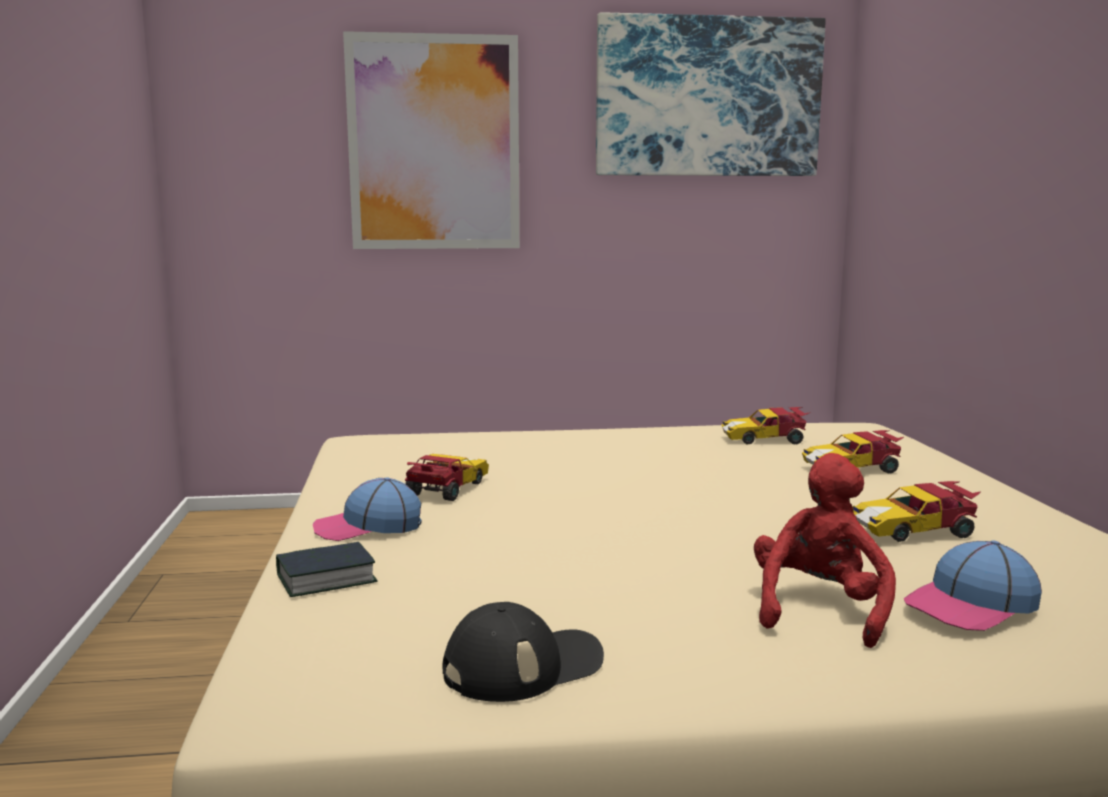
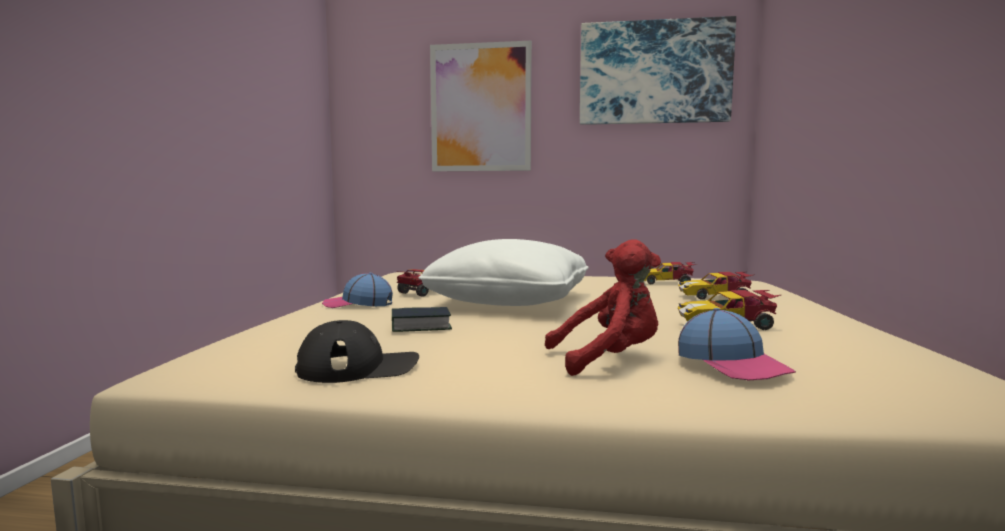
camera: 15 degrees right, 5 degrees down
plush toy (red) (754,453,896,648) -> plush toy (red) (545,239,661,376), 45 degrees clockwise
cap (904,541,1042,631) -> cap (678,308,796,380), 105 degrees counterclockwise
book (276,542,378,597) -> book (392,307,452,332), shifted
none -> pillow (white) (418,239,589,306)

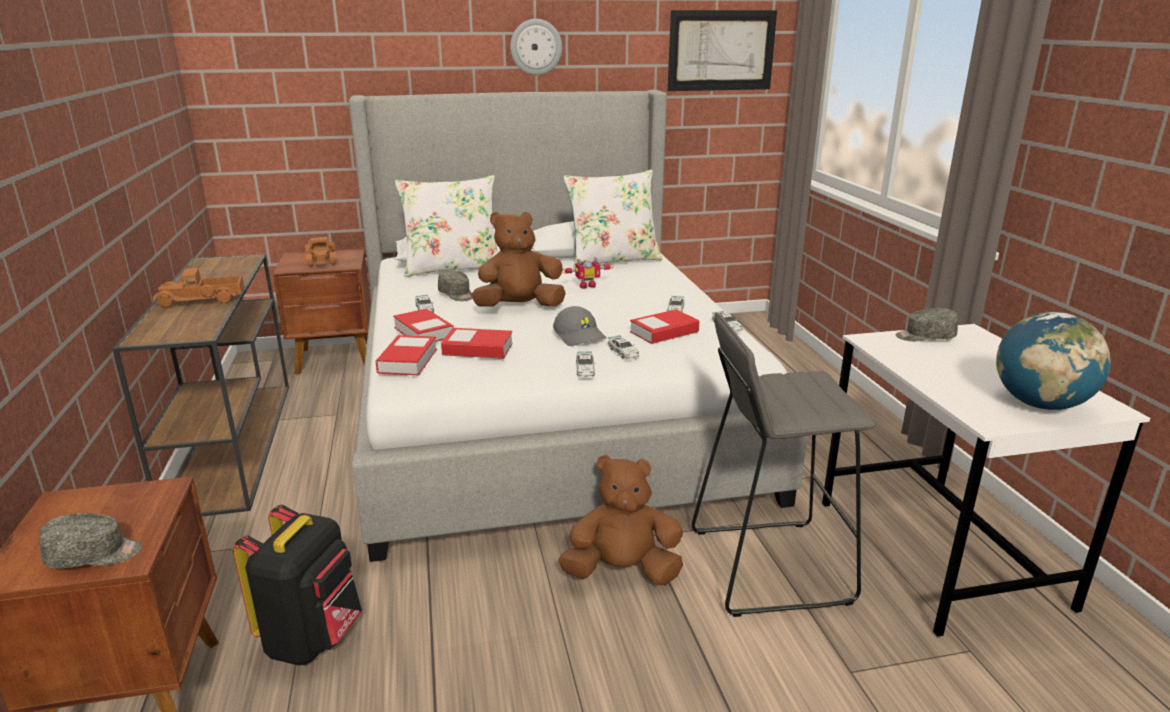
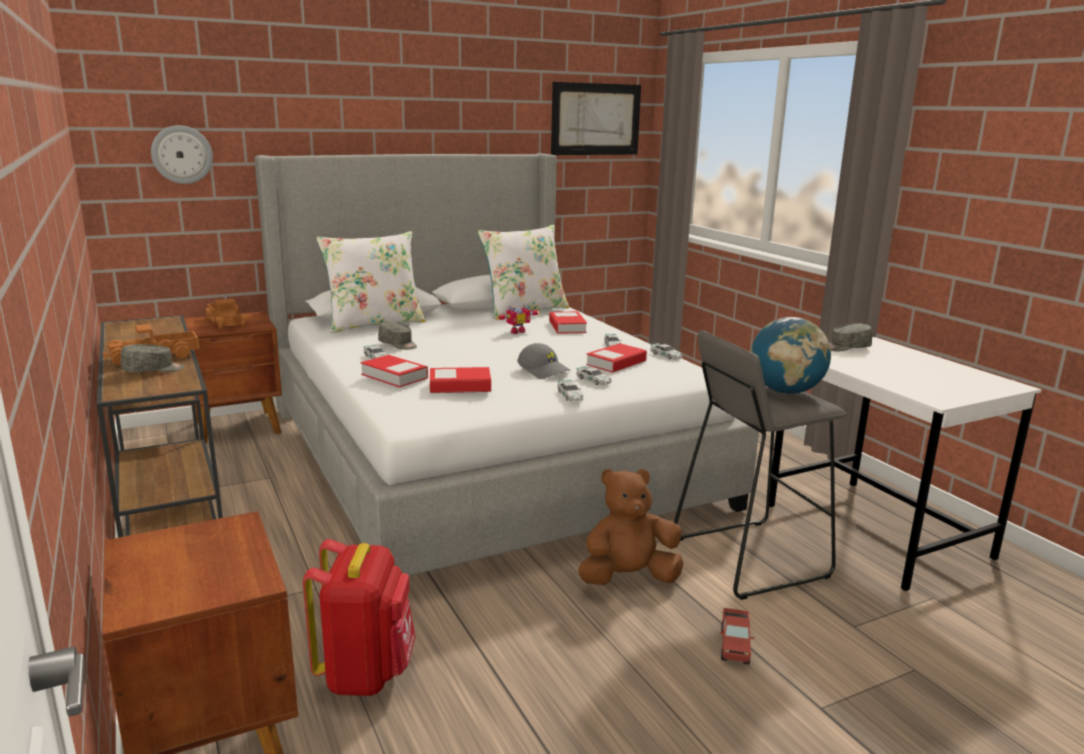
camera: 15 degrees left, 5 degrees down
wall clock (510,19,562,75) -> wall clock (151,125,213,184), shifted
plush toy (brown) (471,212,566,306) -> none
globe (996,312,1111,410) -> globe (751,317,831,394), shifted
book (375,335,437,375) -> book (549,311,587,334), shifted
backpack (black) (233,505,362,665) -> backpack (red) (303,539,416,696)
cap (grey) (39,513,142,569) -> cap (grey) (121,344,184,372), shifted
none -> toy truck (720,608,755,664)

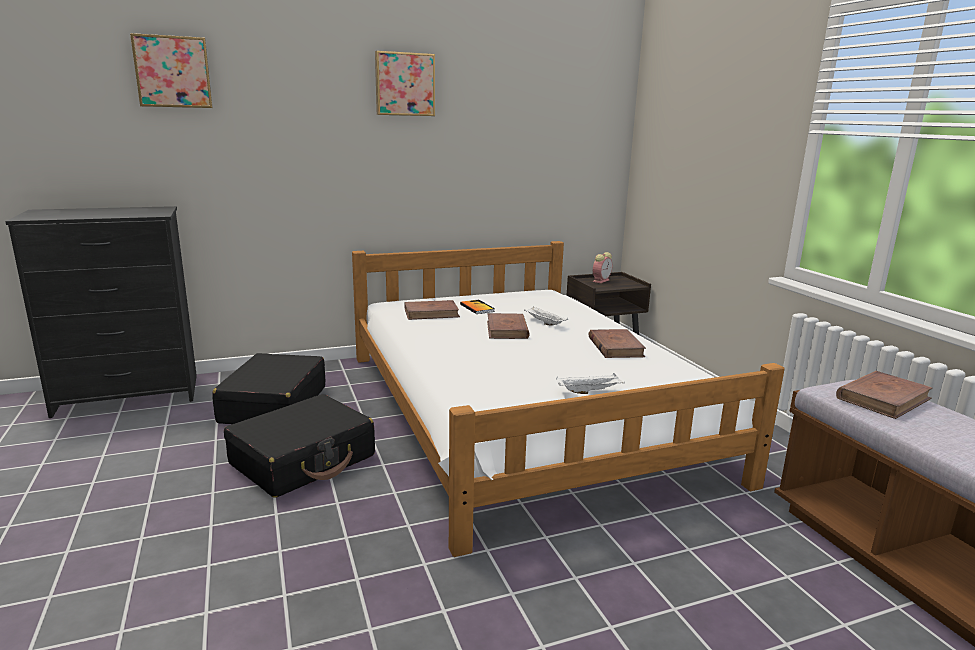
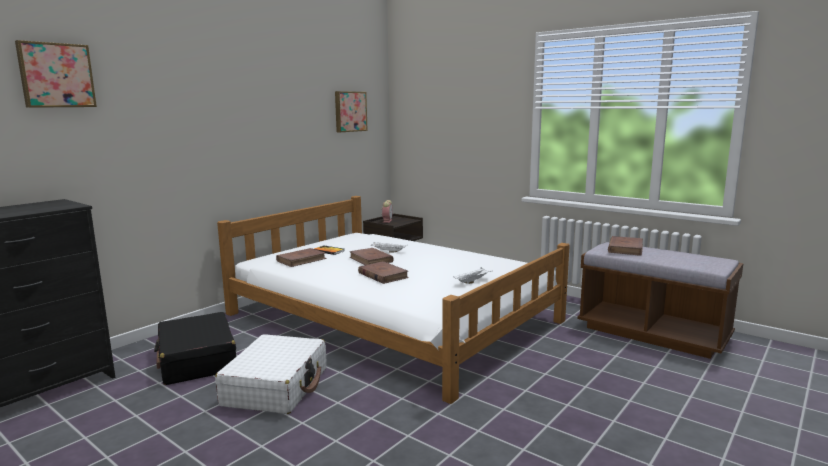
camera: 30 degrees left, 5 degrees down
picture (375,51,435,116) -> picture (335,91,368,132), shifted
book (brown) (589,329,646,358) -> book (brown) (358,261,409,284), shifted
suitcase (black) (224,394,375,498) -> suitcase (white) (215,334,326,414)

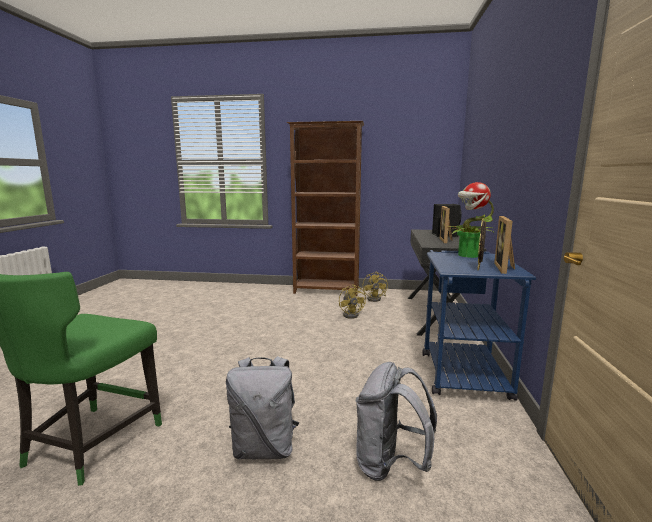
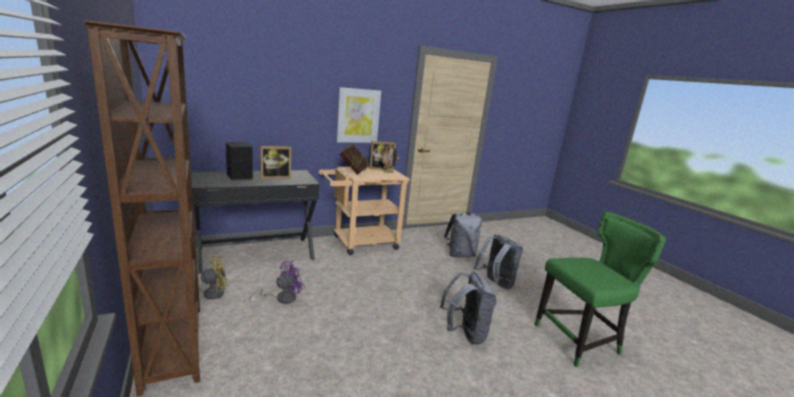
camera: 125 degrees left, 5 degrees up
potted plant (447,182,494,258) -> book (340,144,370,175)
cart (blue) (422,250,536,401) -> cart (beige) (319,166,410,255)
fan (yellow) (339,284,366,319) -> fan (purple) (250,261,305,304)
none -> picture (336,87,381,143)
none -> backpack (grey) (440,271,496,345)

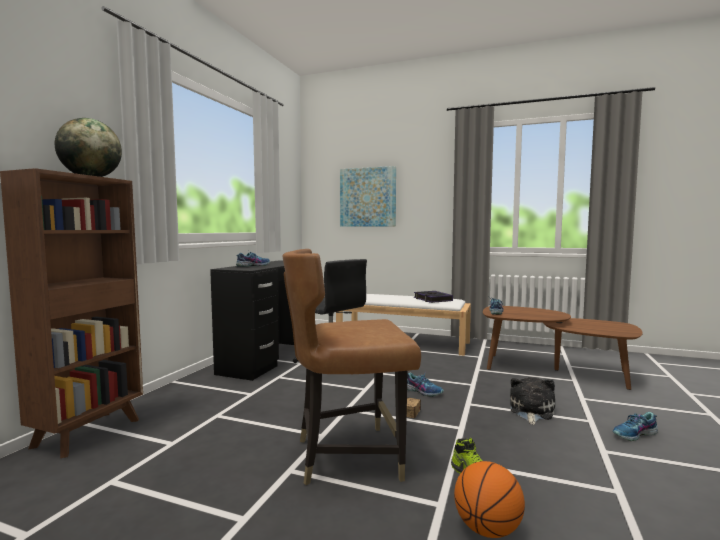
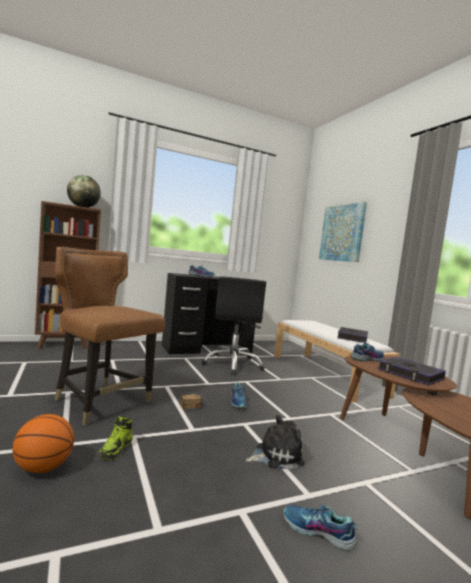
camera: 45 degrees right, 0 degrees up
none -> book (377,357,446,385)

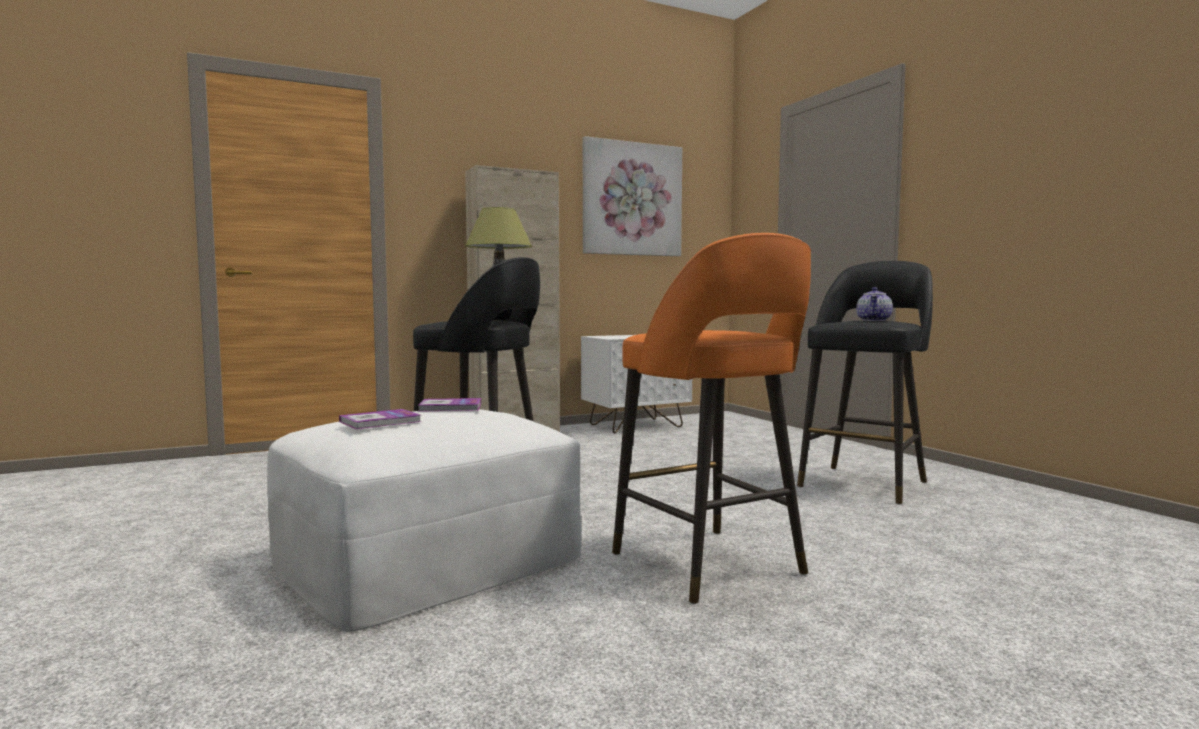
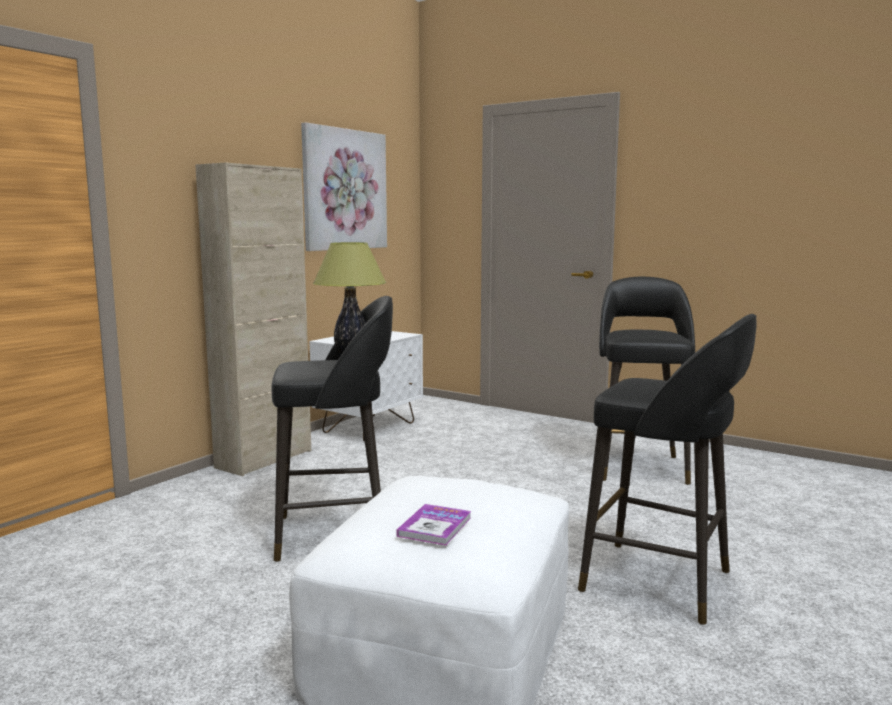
camera: 30 degrees left, 5 degrees up
stool (orange) (612,233,811,604) -> stool (black) (578,314,757,625)
teapot (856,287,893,321) -> none
book (418,398,481,412) -> none

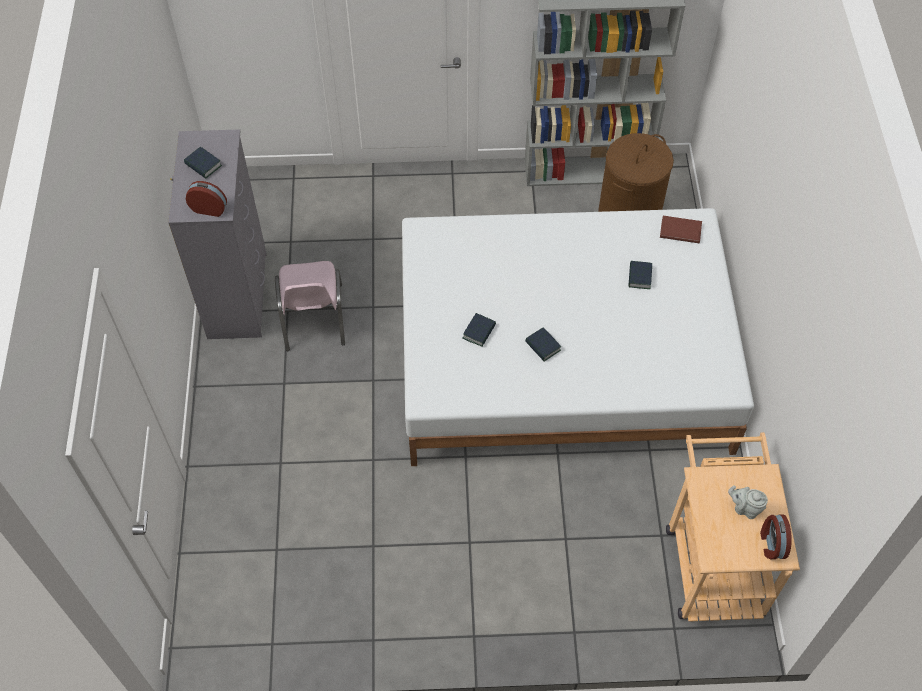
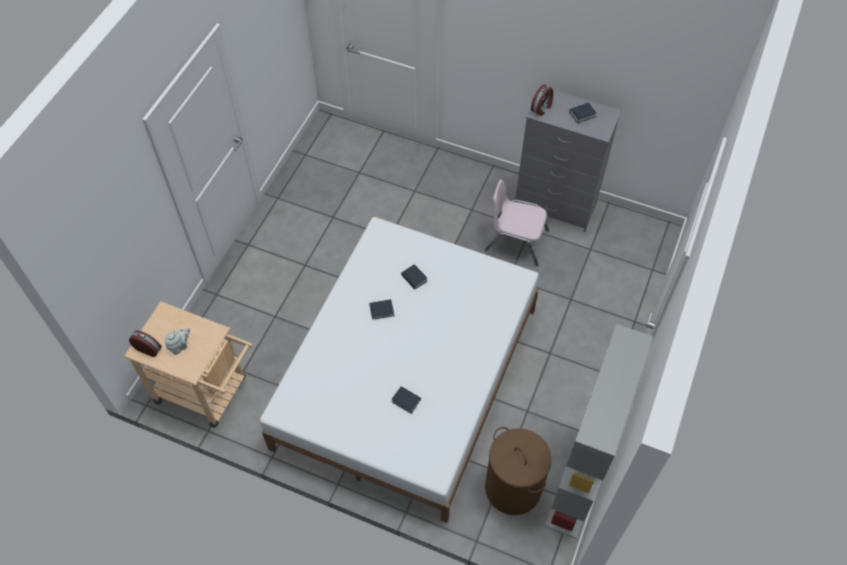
camera: 115 degrees right, 0 degrees up
book (brown) (660,216,702,243) -> none

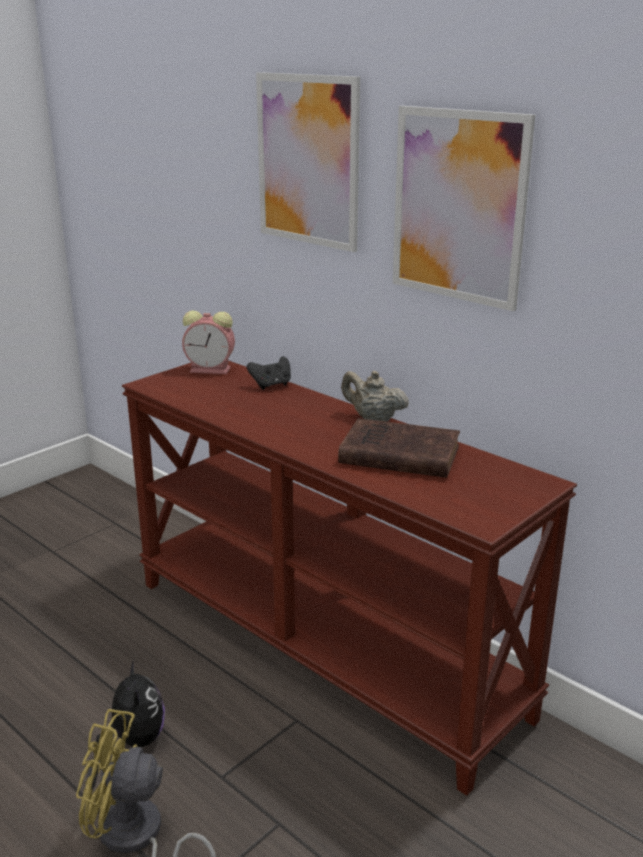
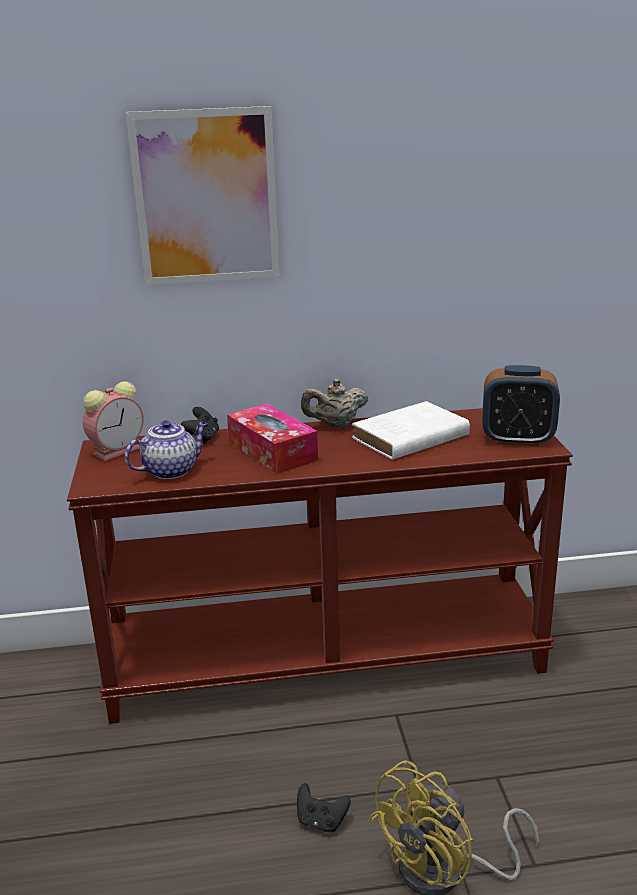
camera: 50 degrees left, 0 degrees up
picture (393,106,535,311) -> none
book (brown) (338,418,460,478) -> book (white) (352,401,470,460)
plush toy (96,660,165,747) -> game controller (black) (297,783,351,832)
none -> alarm clock (482,365,560,446)
none -> tissue box (227,404,318,474)
none -> teapot (125,420,208,479)

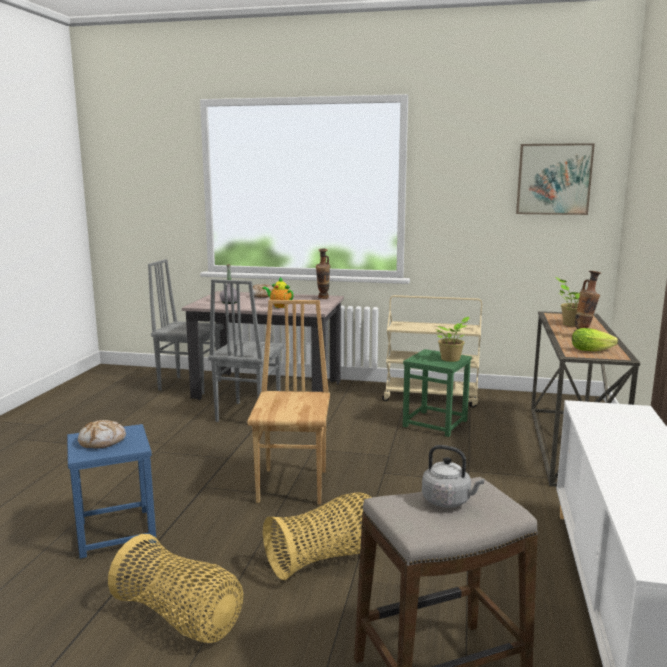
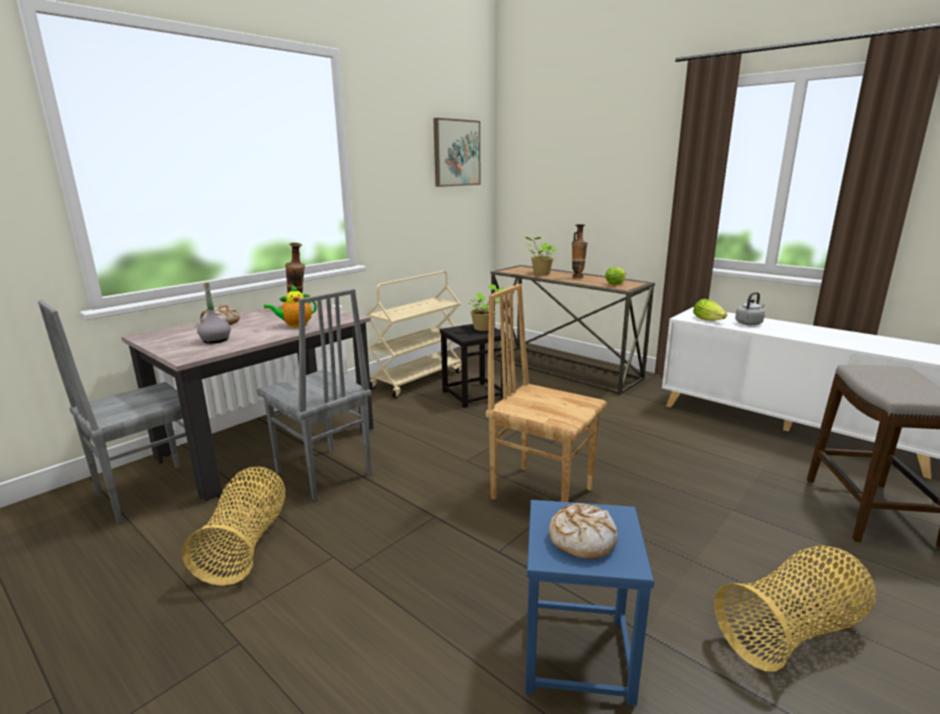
camera: 60 degrees left, 5 degrees up
stool (green) (403,349,472,437) -> stool (black) (440,324,507,408)
kettle (grey) (422,445,485,508) -> kettle (grey) (735,292,765,325), shifted
basket (263,492,372,580) -> basket (182,466,285,586), shifted
none -> lettuce (693,299,727,321)

